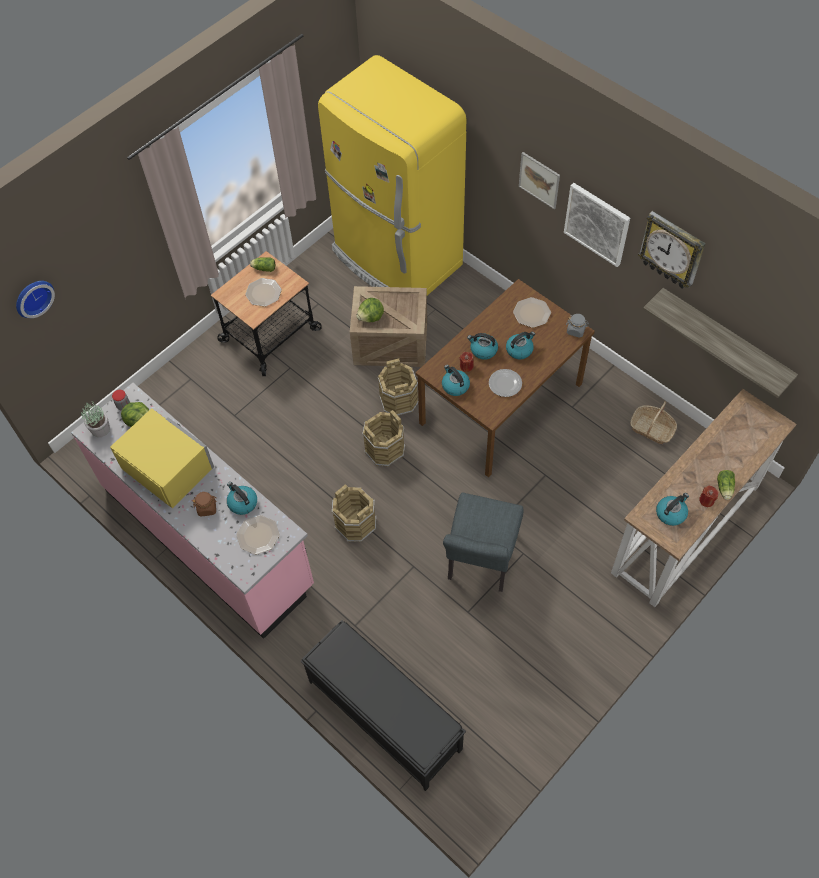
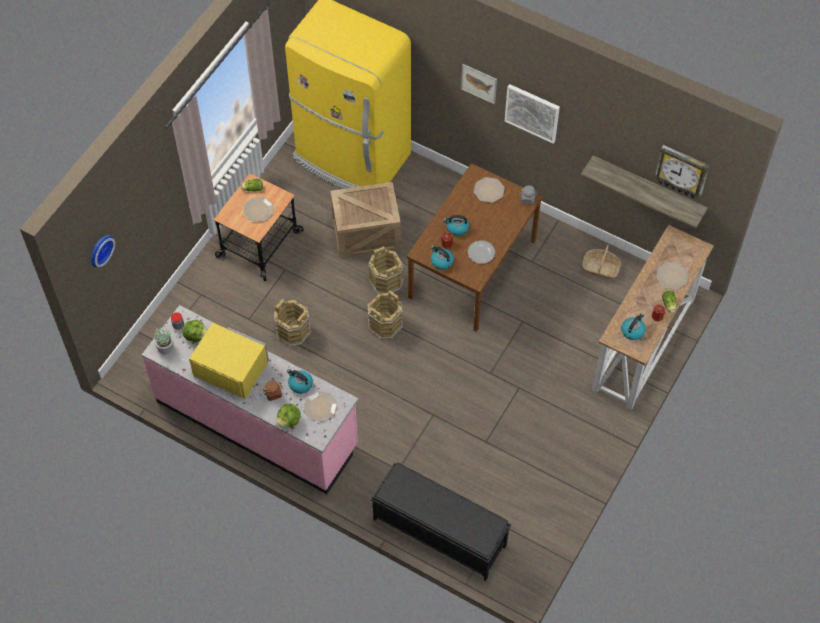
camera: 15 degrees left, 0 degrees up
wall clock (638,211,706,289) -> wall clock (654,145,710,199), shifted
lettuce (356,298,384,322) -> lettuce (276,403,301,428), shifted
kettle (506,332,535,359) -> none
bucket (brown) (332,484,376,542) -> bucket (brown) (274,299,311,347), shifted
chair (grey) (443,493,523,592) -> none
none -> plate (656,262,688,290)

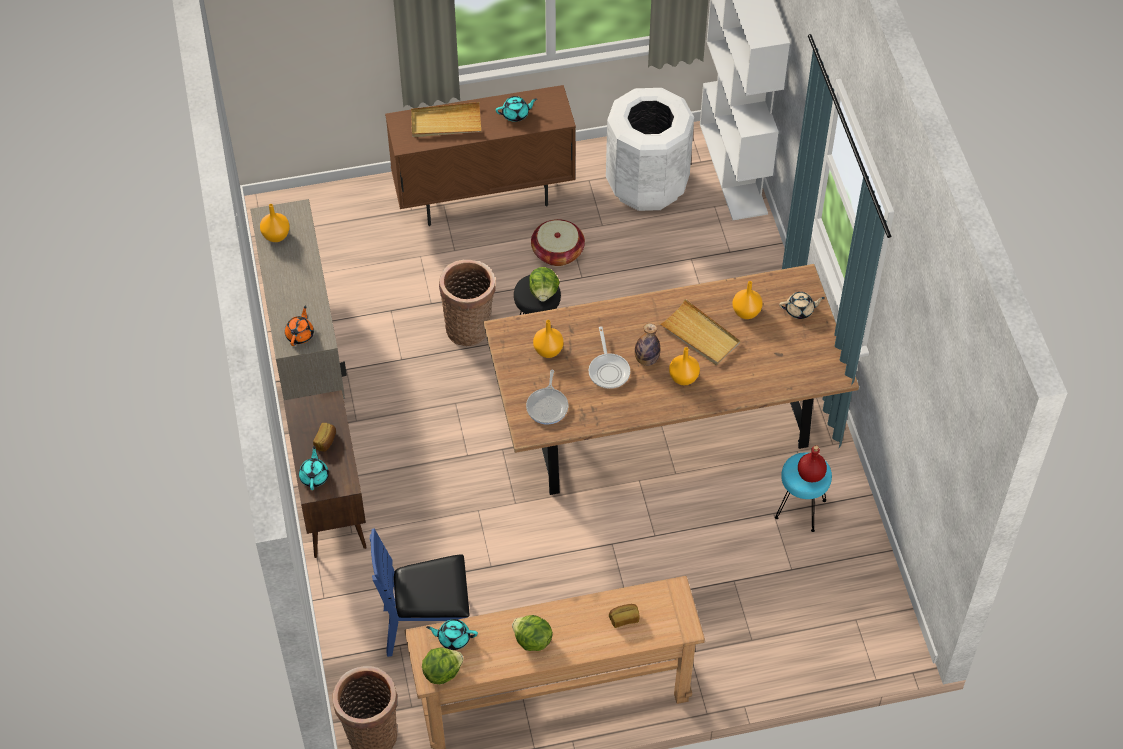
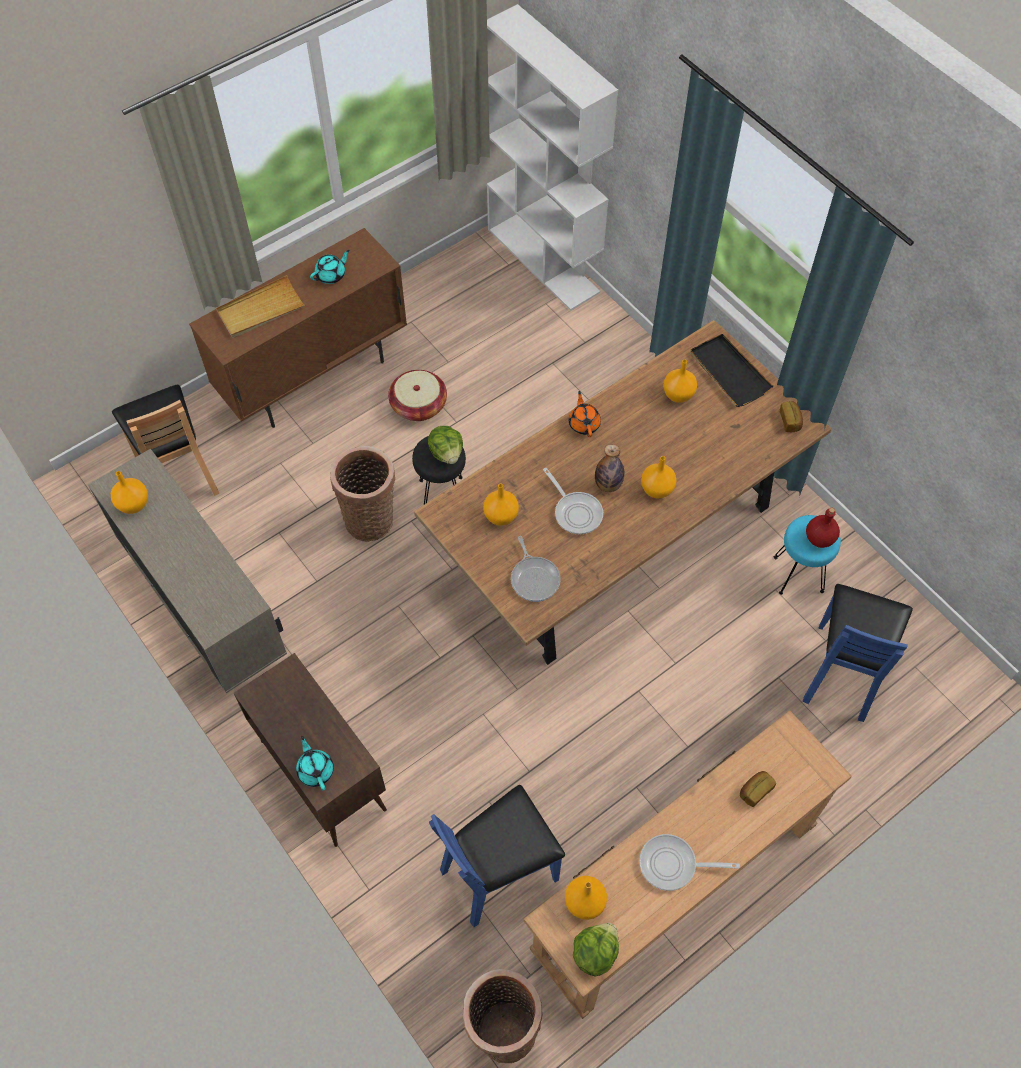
camera: 25 degrees left, 5 degrees up
trash can (white) (606,88,694,211) -> none
teapot (beige) (779,292,825,319) -> tray (black) (690,334,773,407)
tray (beige) (658,299,740,365) -> none
teapot (orange) (285,305,314,346) -> teapot (orange) (569,391,601,437), shifted
bread (313,423,336,452) -> bread (780,401,803,433), shifted
lettuce (512,615,553,651) -> frying pan (639,834,740,891)
teapot (turquoise) (426,619,478,650) -> vase (orange) (565,876,607,920)
none -> chair (brown) (112,385,219,496)
none -> chair (blue) (803,584,913,722)

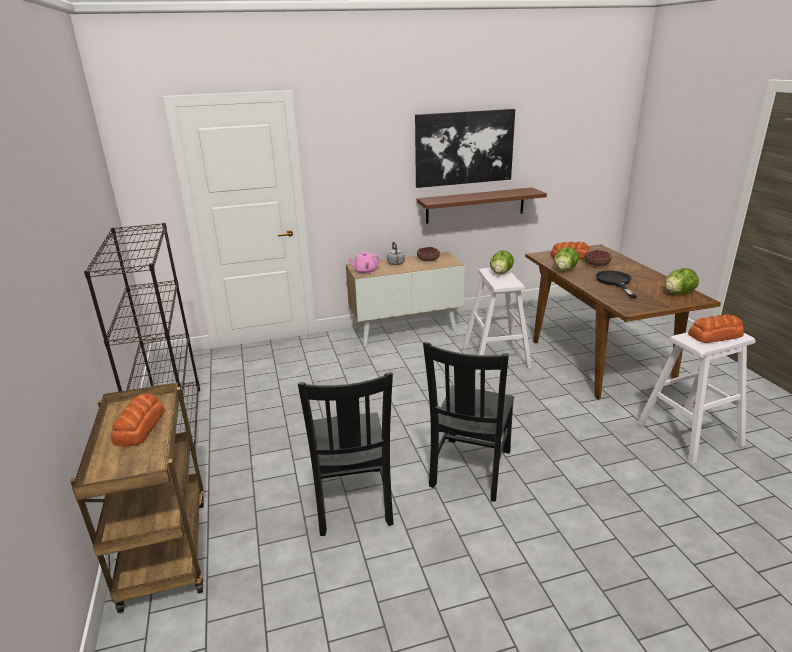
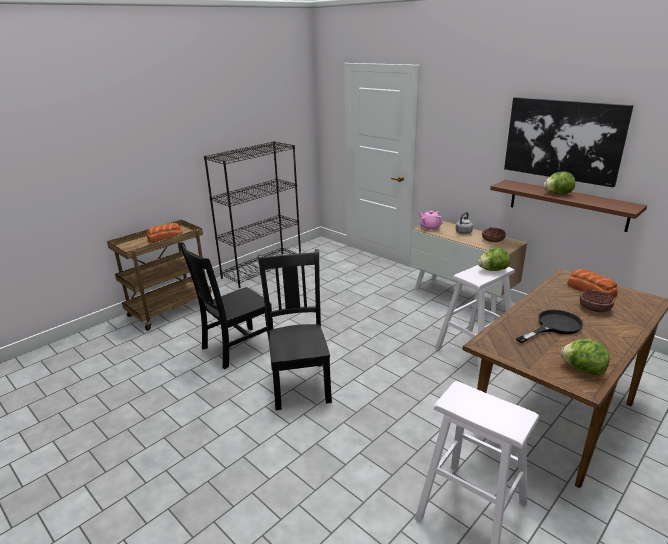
camera: 60 degrees right, 0 degrees up
lettuce (554,247,579,271) -> lettuce (543,172,575,194), shifted
bread (688,314,744,343) -> none
chair (black) (423,342,514,501) -> chair (black) (258,249,332,410), 90 degrees clockwise

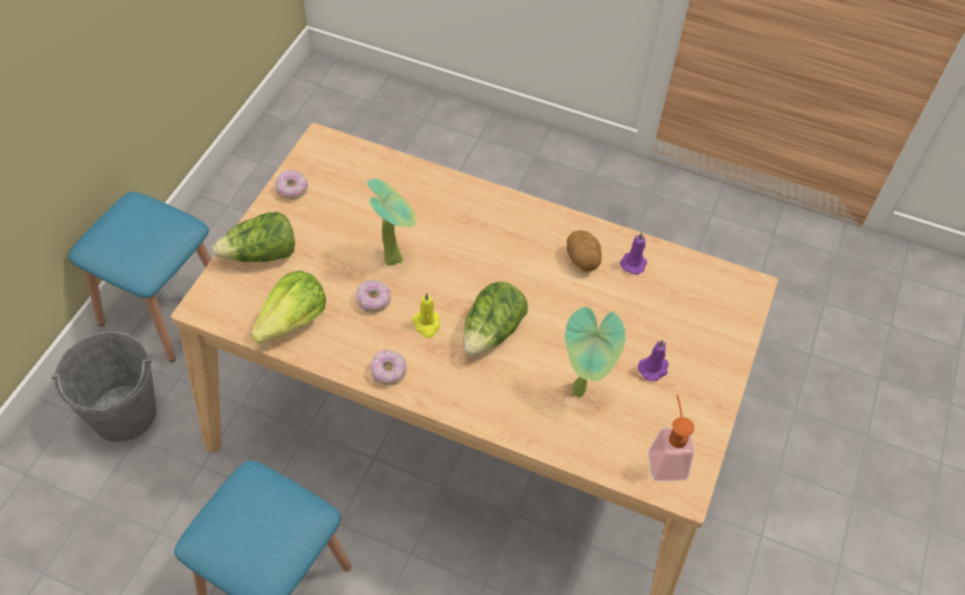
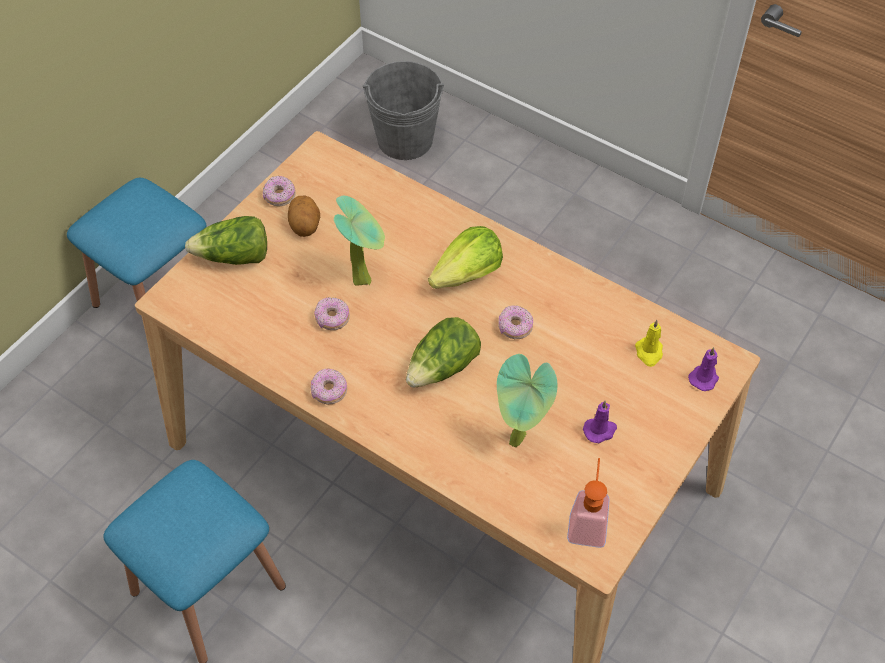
camera: 15 degrees right, 0 degrees up
potato (567,230,602,272) -> potato (288,196,320,237), shifted
candle (purple) (620,232,647,275) -> candle (purple) (688,347,719,391), shifted
lettuce (251,271,326,343) -> lettuce (428,226,503,289), shifted
candle (yellow) (413,292,440,338) -> candle (yellow) (635,320,663,367), shifted
bucket (grey) (51,332,157,442) -> bucket (grey) (363,61,444,160), shifted
none -> donut (498,305,533,339)

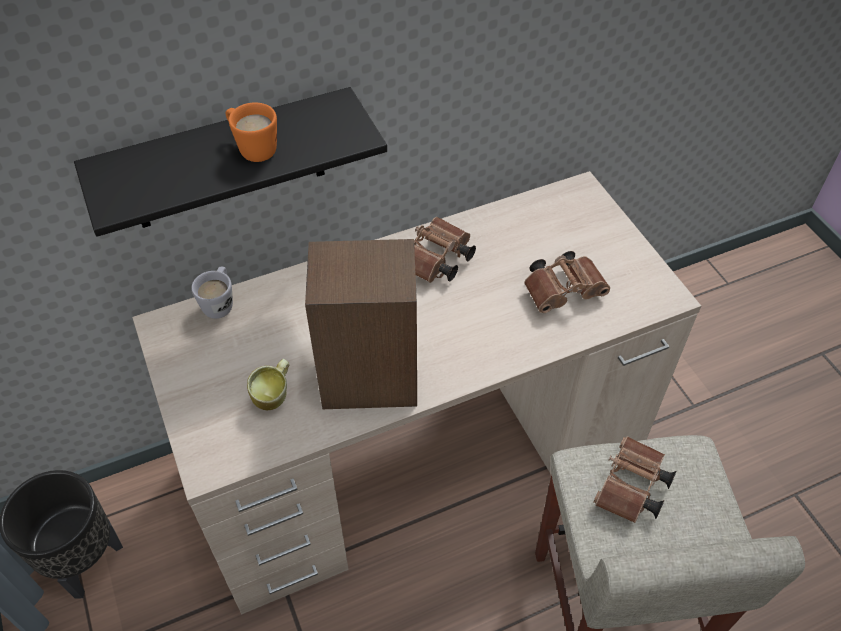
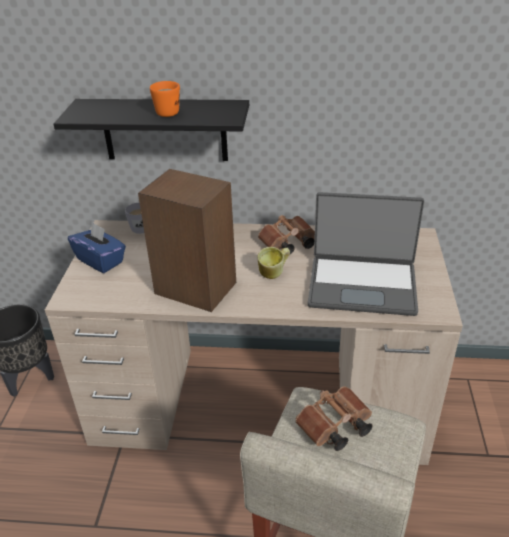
camera: 30 degrees right, 15 degrees down
binoculars (brown) (524,251,610,313) -> laptop (308,192,424,316)
mug (247,359,289,410) -> mug (258,247,290,279), shifted
none -> tissue box (blue) (68,222,126,273)

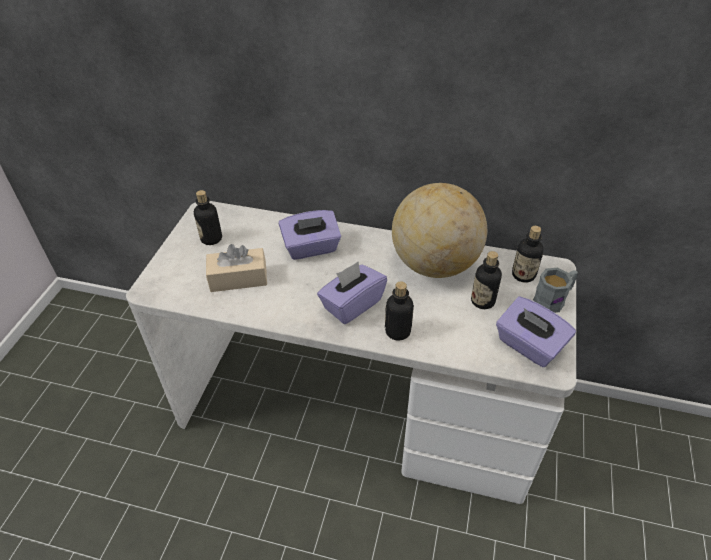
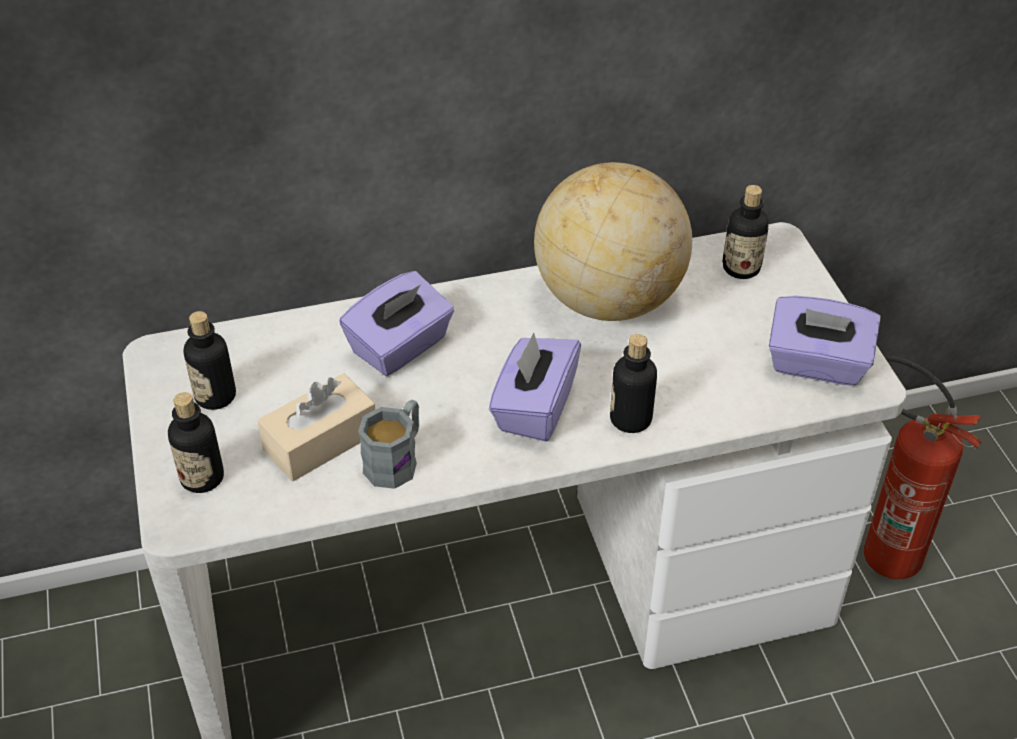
camera: 30 degrees left, 0 degrees up
bottle (471,251,502,309) -> bottle (168,392,224,493), shifted
mug (grey) (533,268,578,313) -> mug (grey) (358,400,419,489), shifted
none -> fire extinguisher (864,356,982,580)

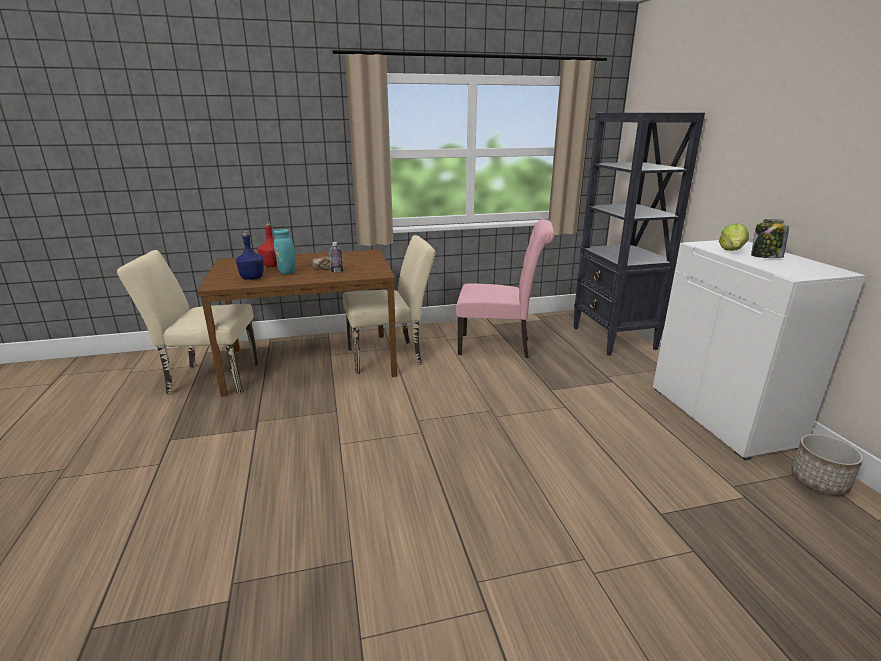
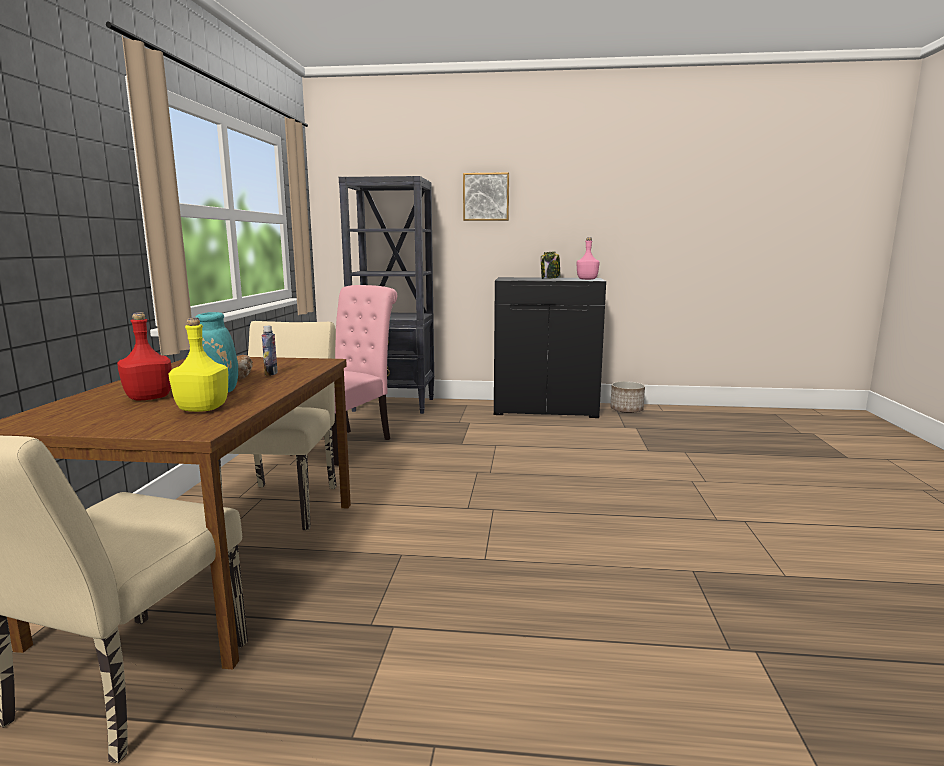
camera: 70 degrees left, 10 degrees down
lettuce (719,223,749,251) -> none
bottle (blue) (236,231,264,280) -> bottle (yellow) (169,317,228,412)
cabinet (white) (653,240,866,460) -> cabinet (black) (494,277,606,418)
none -> picture (463,172,509,221)
none -> bottle (pink) (577,237,599,280)

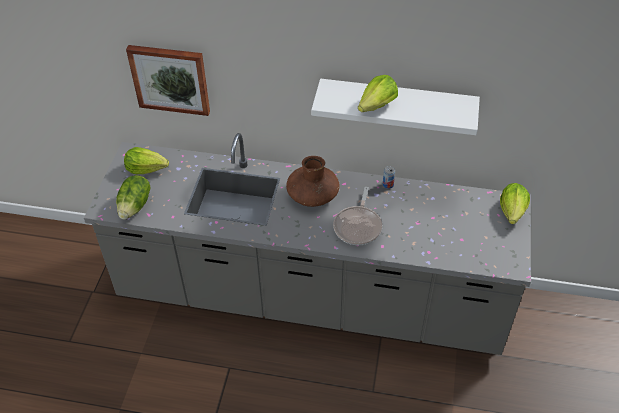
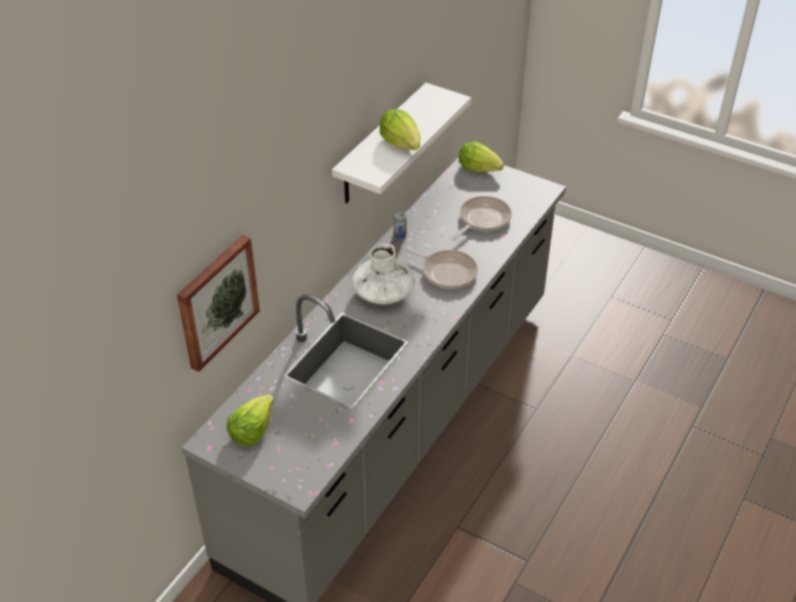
camera: 70 degrees left, 5 degrees down
vase (brown) (286,156,340,207) -> vase (white) (352,243,415,305)
lettuce (116,175,151,220) -> none
none -> frying pan (451,196,512,240)

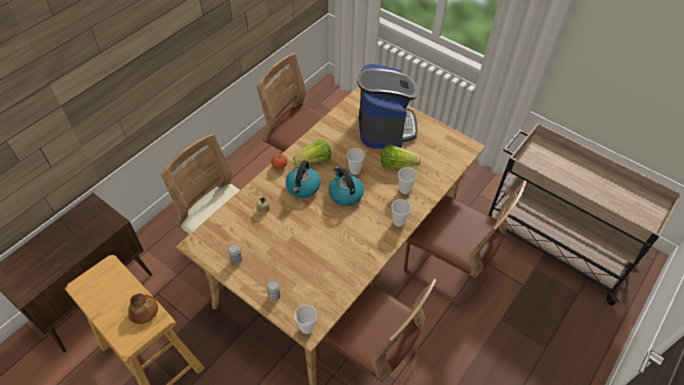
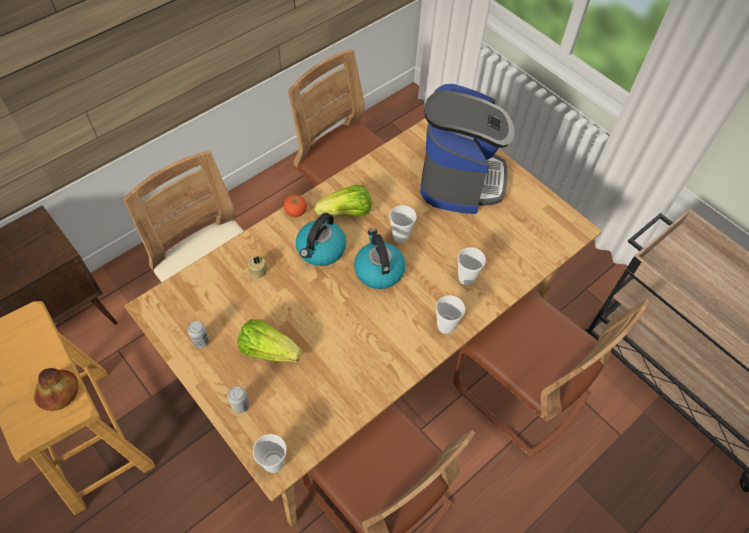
camera: 10 degrees right, 5 degrees up
lettuce (381,145,421,168) -> lettuce (237,319,302,362), shifted

